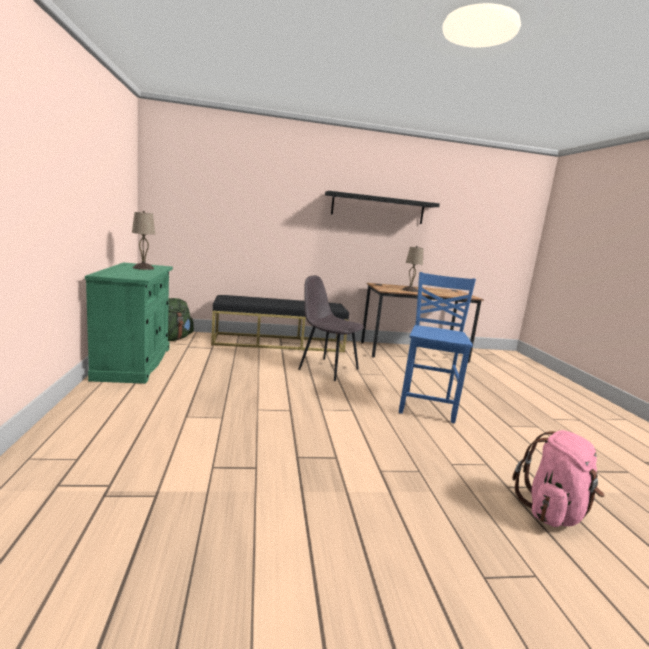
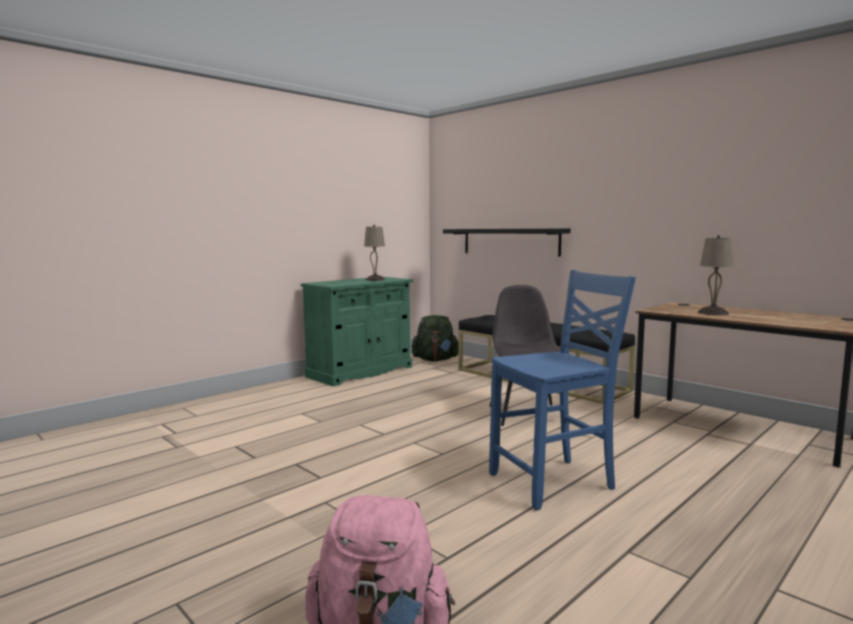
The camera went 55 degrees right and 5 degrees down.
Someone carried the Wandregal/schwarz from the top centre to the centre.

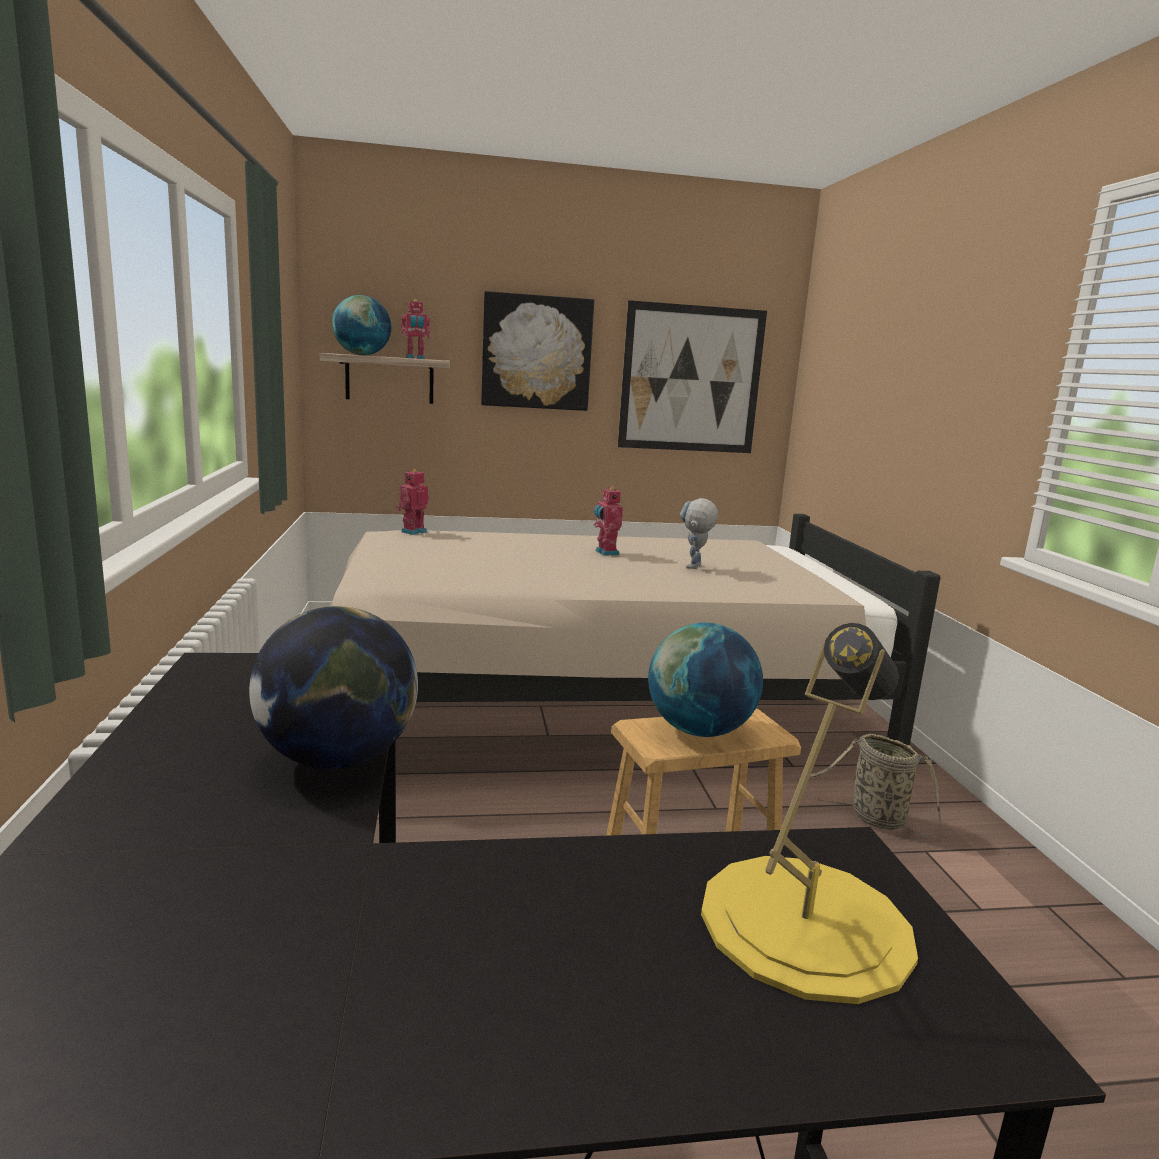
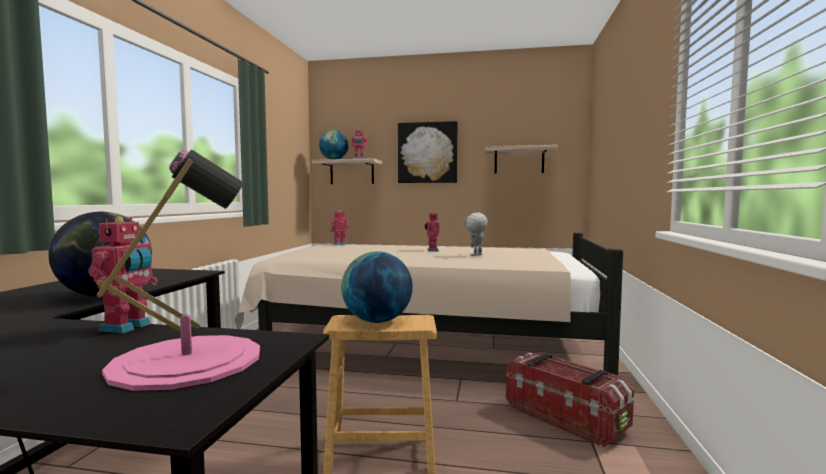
The camera went 20 degrees right and 10 degrees down.
Someone put down the Spielzeugroboter (1st from left) at the middle left.
Someone swapped the Bild (2nd from left) at the top centre for the Wandregal (2nd from left) at the centre.
Someone swapped the Korb at the bottom right for the Aufbewahrungsbox at the bottom right.
Someone repainted the Tischlampe/gelb at the bottom right, which became the Tischlampe/rosa at the middle left.

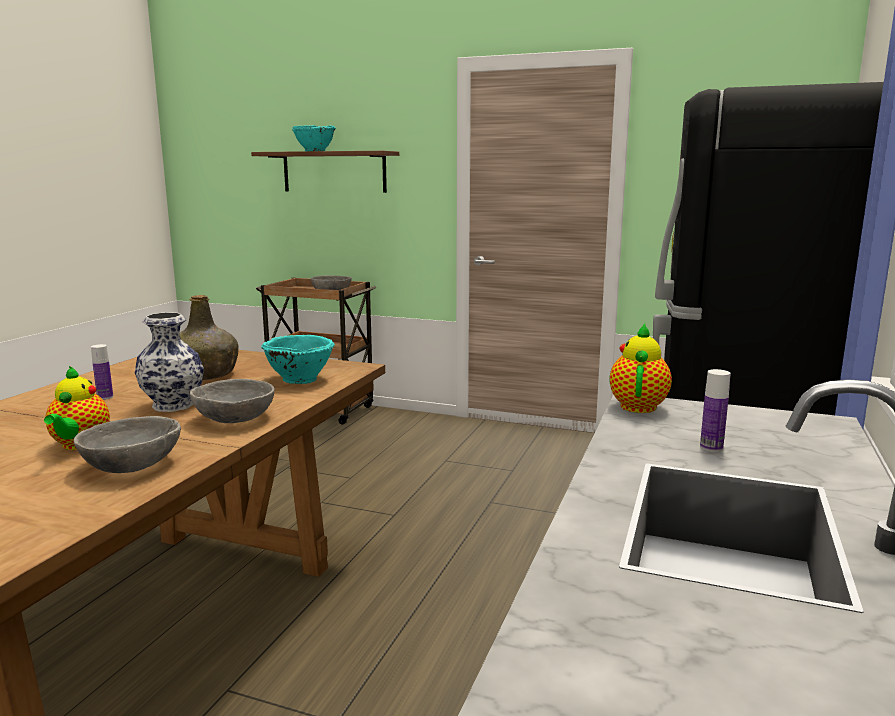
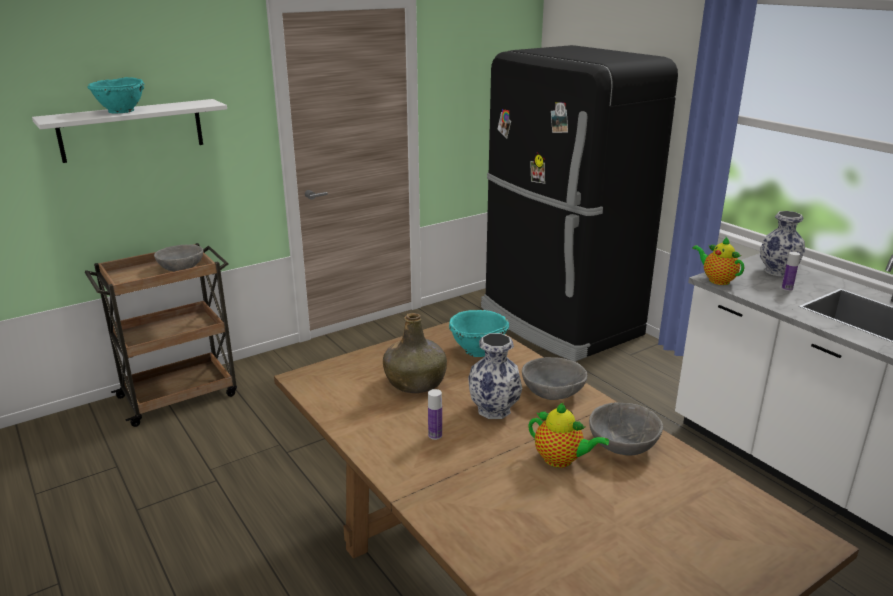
The camera went 55 degrees left and 10 degrees up.
Someone put down the Vase (2nd from left) at the middle right.
Someone repainted the Wandregal/braun at the top centre, which became the Wandregal/weiß at the top left.

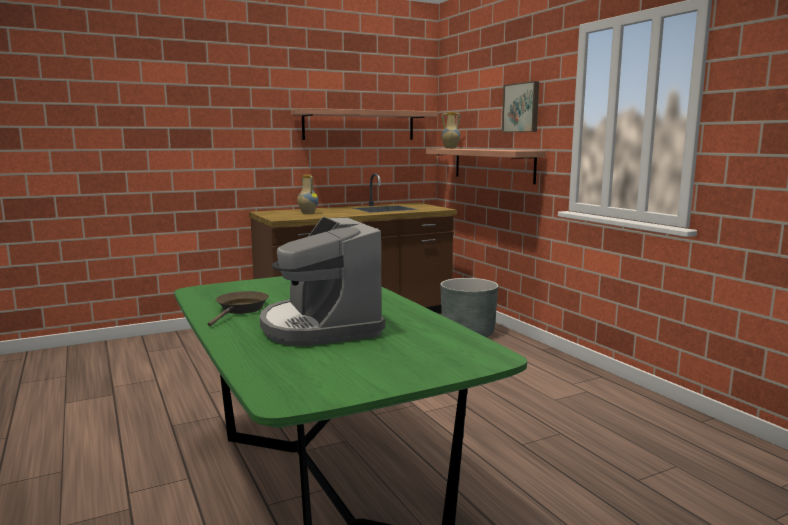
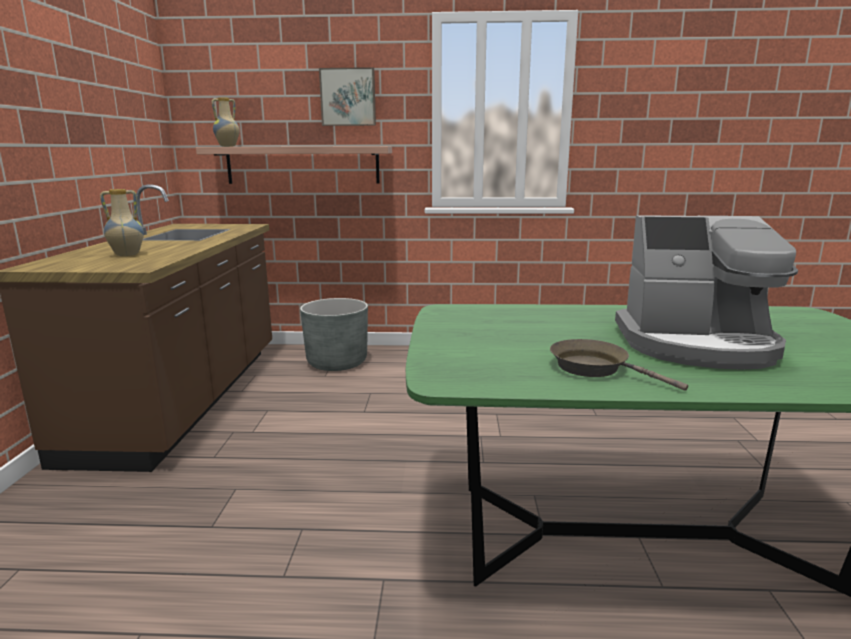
The camera went 60 degrees left and 5 degrees up.
Someone took away the Wandregal (1st from left) at the top centre.

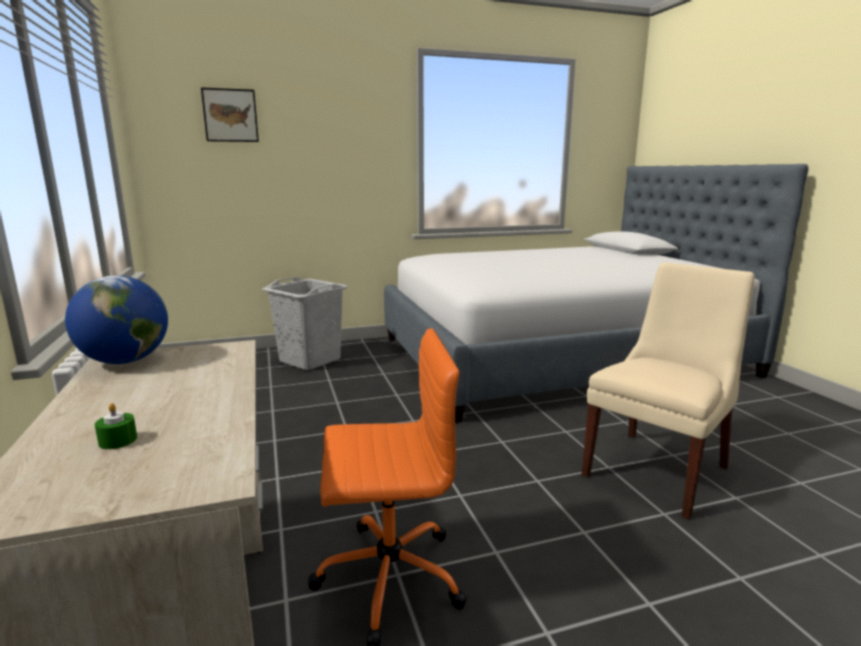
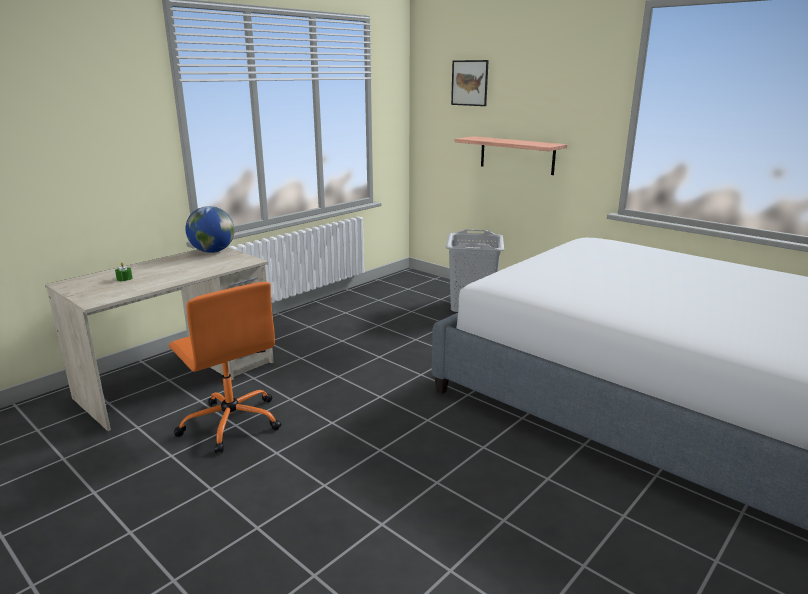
The camera went 60 degrees right and 5 degrees up.
Someone took away the Stuhl/beige at the middle right.
Someone put up the Wandregal at the top centre.

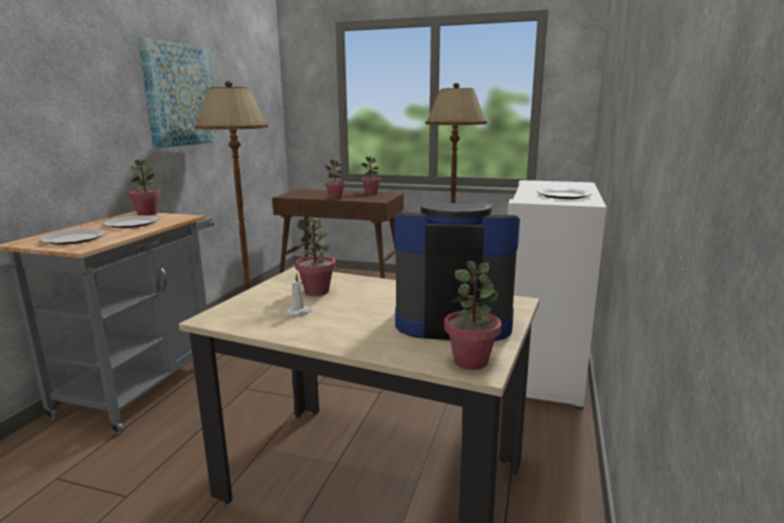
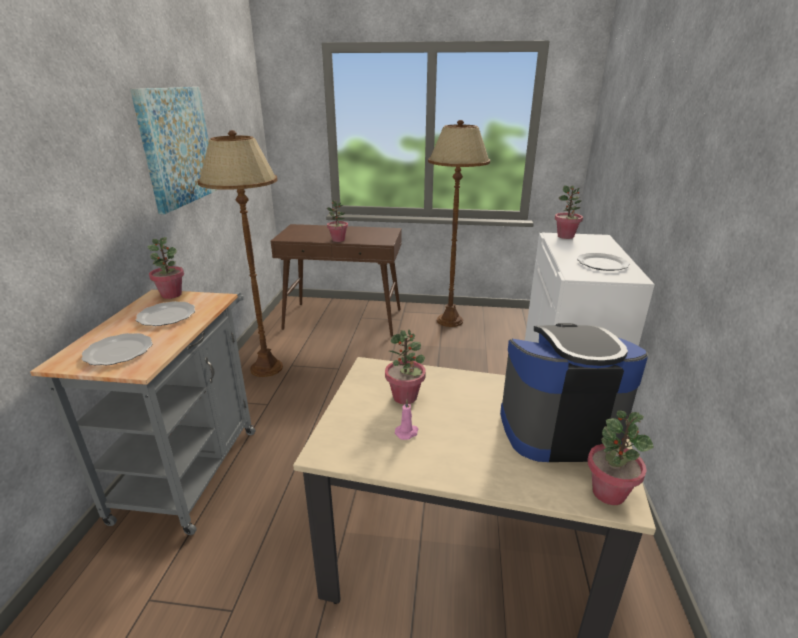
The camera went 10 degrees left and 10 degrees up.
Someone carried the Topfpflanze (4th from left) from the centre to the top right.
Someone repainted the Kerze/weiß at the centre, which became the Kerze/rosa at the centre.

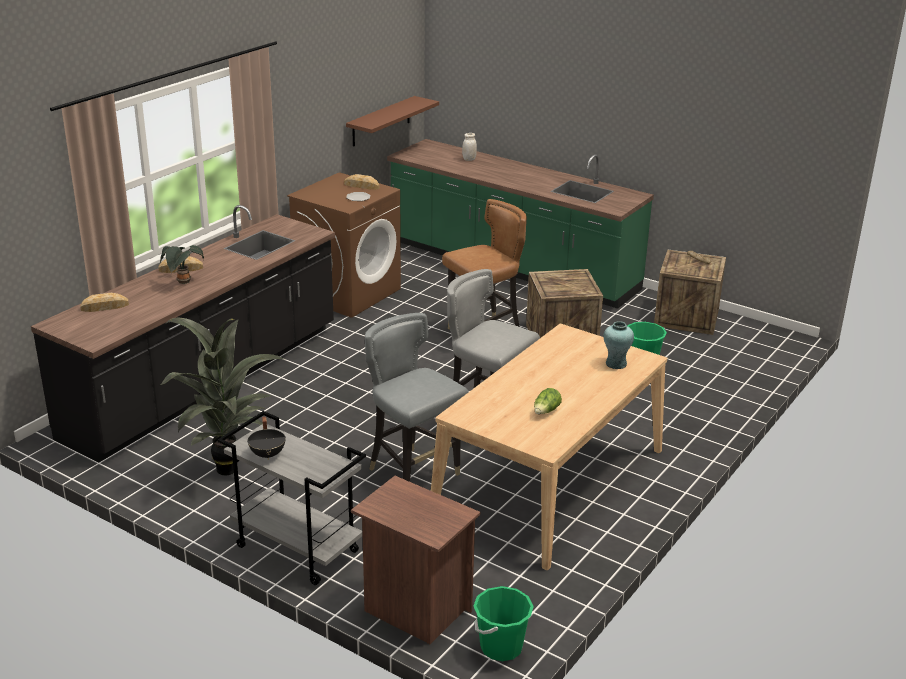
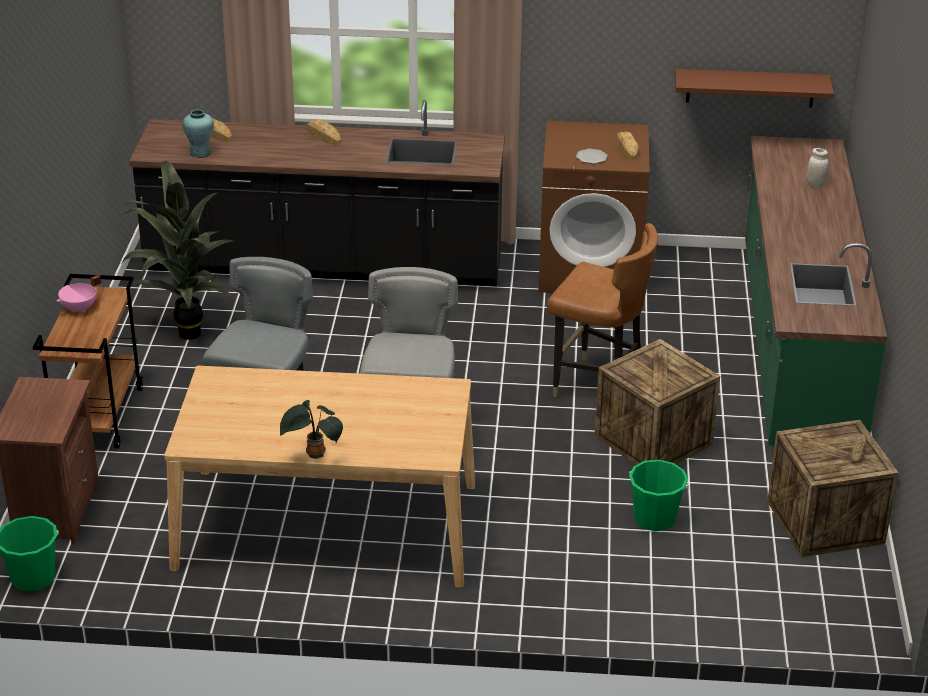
The camera went 60 degrees right and 5 degrees up.
Someone took away the Salatkopf at the centre.
Someone carried the Topfpflanze (1st from left in the first image) from the middle left to the centre.
Someone carried the Vase/türkis from the middle right to the top left.
Someone repainted the Rollwagen/grau at the bottom left, which became the Rollwagen/braun at the middle left.
Someone repainted the Kochtopf/schwarz at the middle left, which became the Kochtopf/rosa at the middle left.

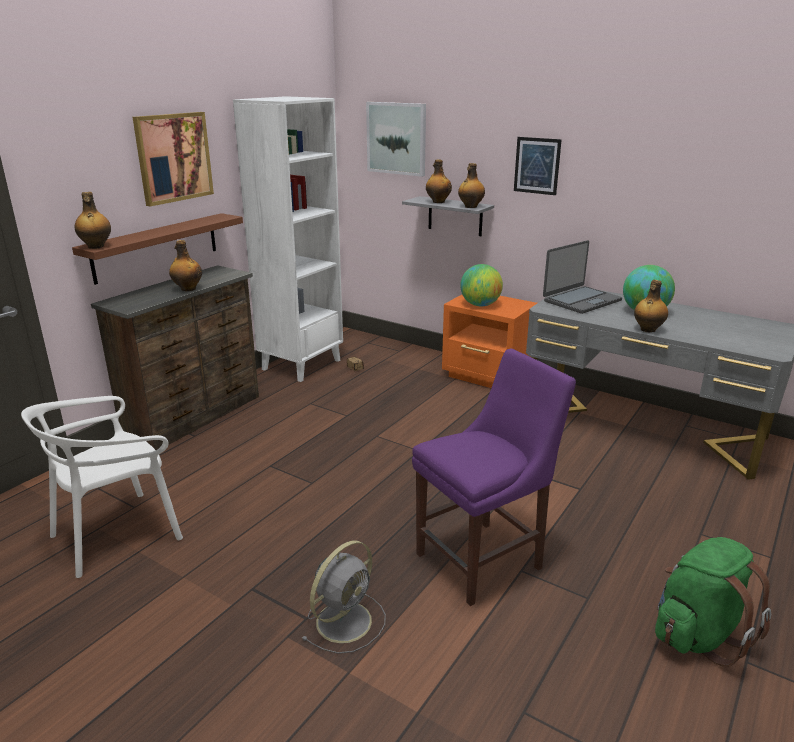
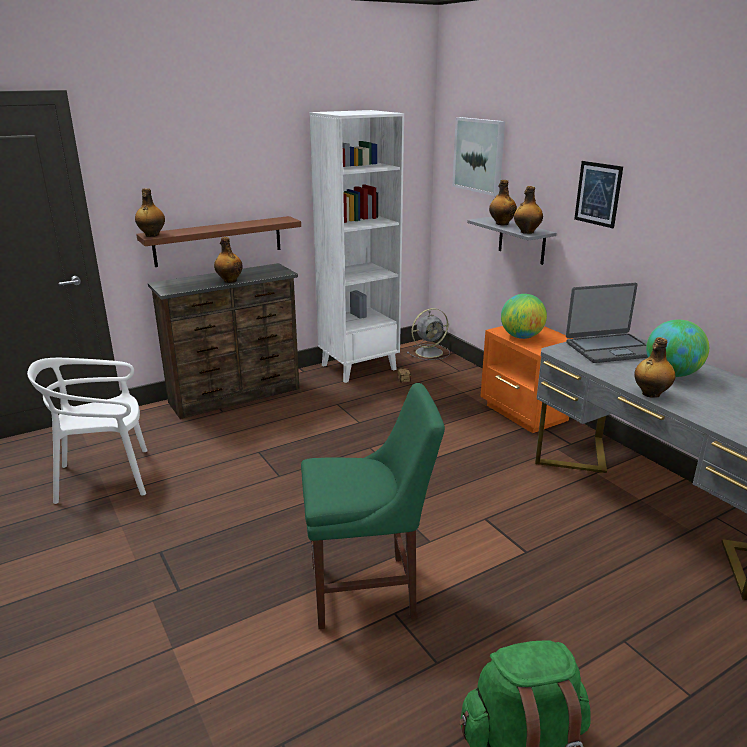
The camera went 25 degrees right and 0 degrees up.
Someone took away the Bild (1st from left) at the top left.
Someone carried the Ventilator/grau from the bottom centre to the centre.
Someone repainted the Stuhl/lila at the centre, which became the Stuhl/grün at the bottom centre.

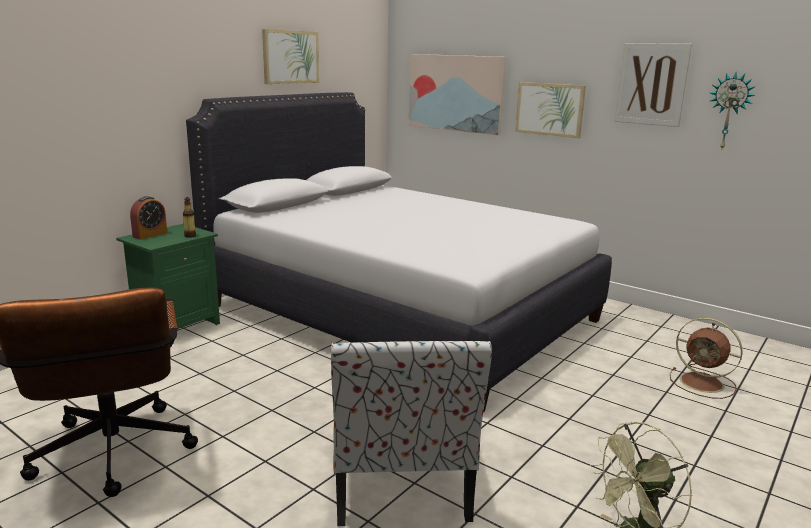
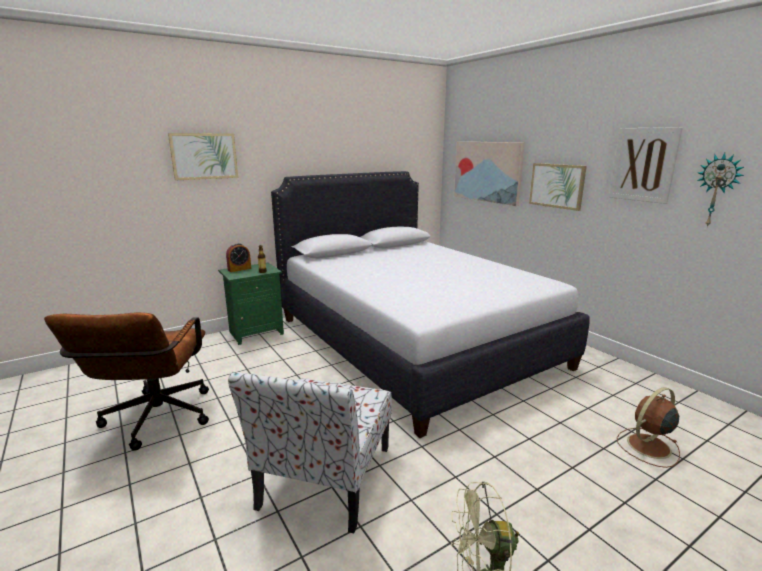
The camera went 20 degrees right and 0 degrees up.
Someone carried the Bild (1st from left) from the top centre to the top left.
Someone rotated the Ventilator/braun at the bottom right by 90 degrees clockwise.

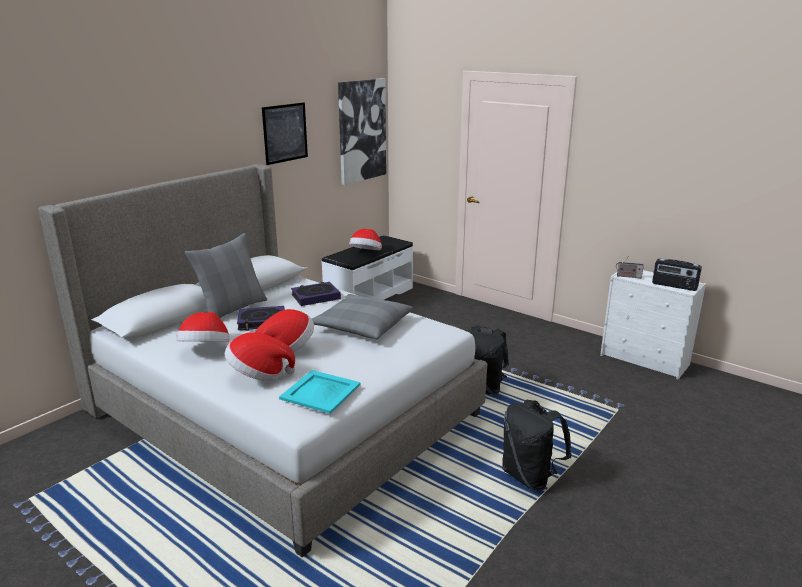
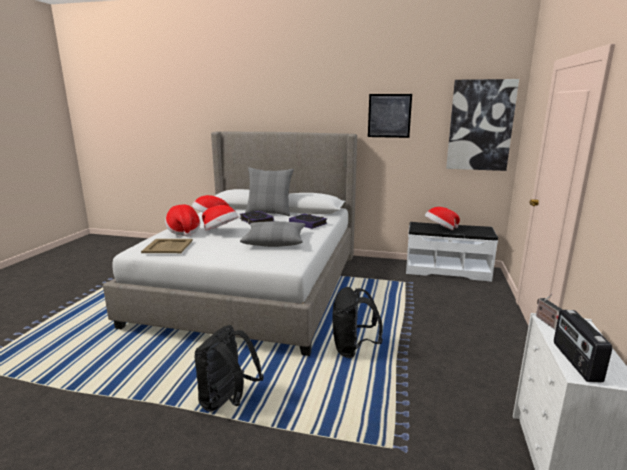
The camera went 65 degrees right and 5 degrees down.
Someone repainted the Tablett/türkis at the bottom centre, which became the Tablett/beige at the middle left.

